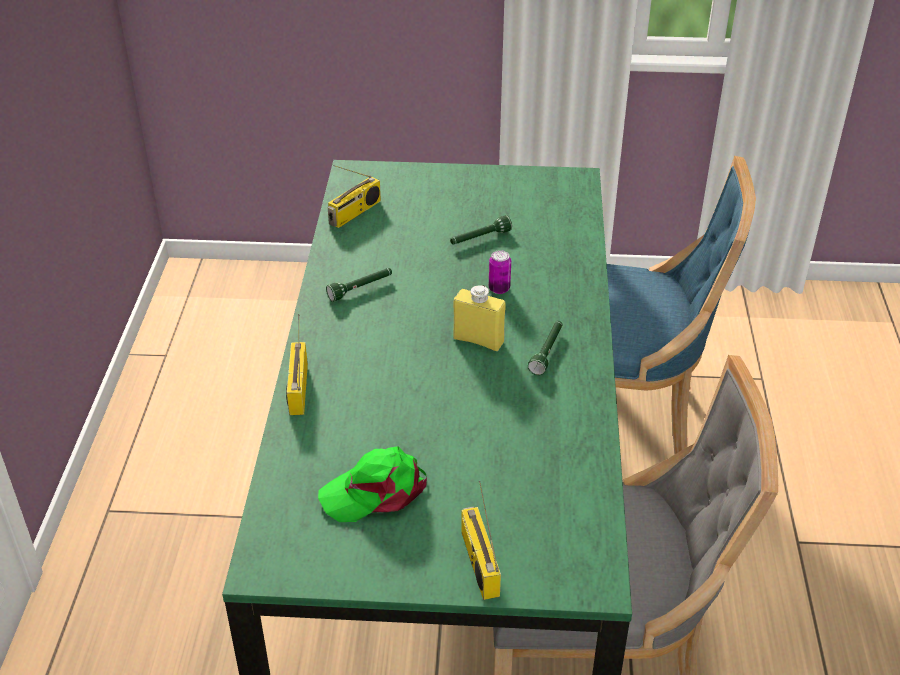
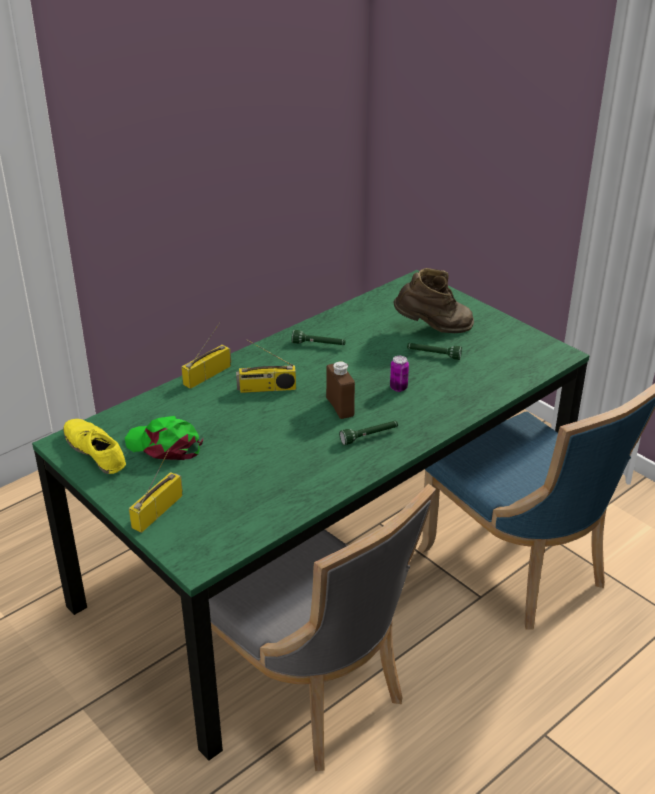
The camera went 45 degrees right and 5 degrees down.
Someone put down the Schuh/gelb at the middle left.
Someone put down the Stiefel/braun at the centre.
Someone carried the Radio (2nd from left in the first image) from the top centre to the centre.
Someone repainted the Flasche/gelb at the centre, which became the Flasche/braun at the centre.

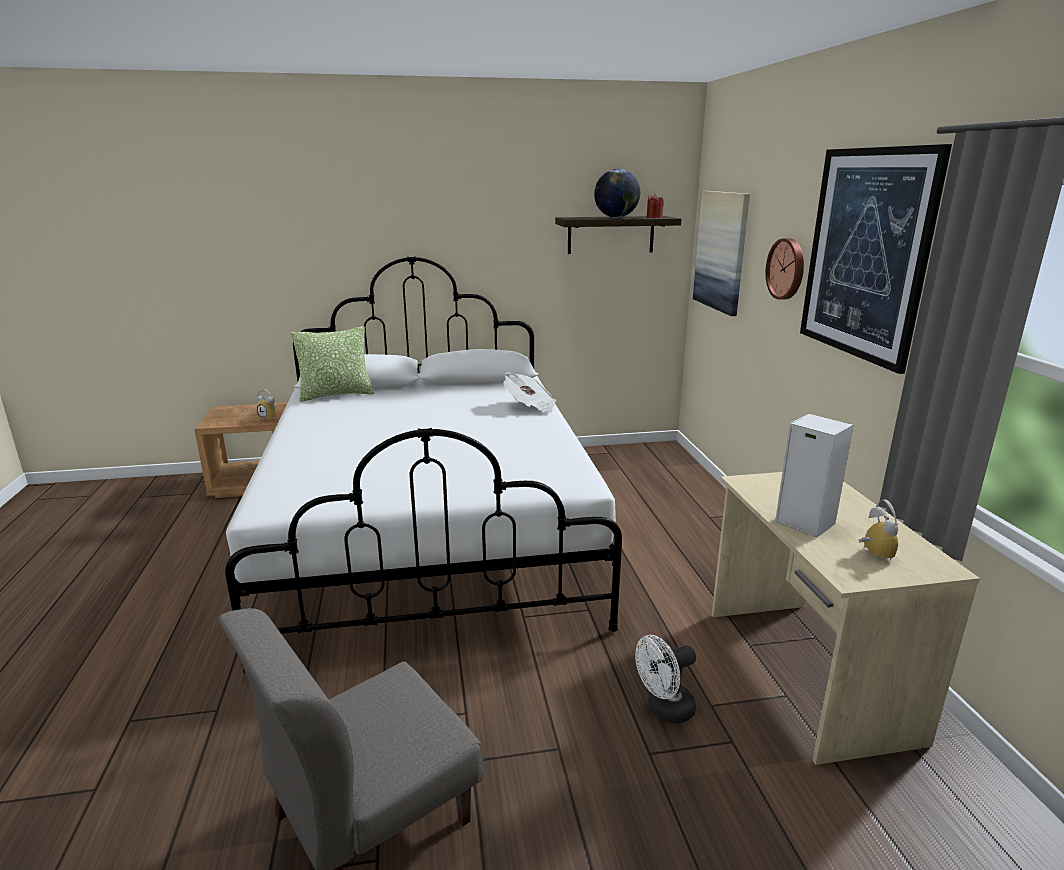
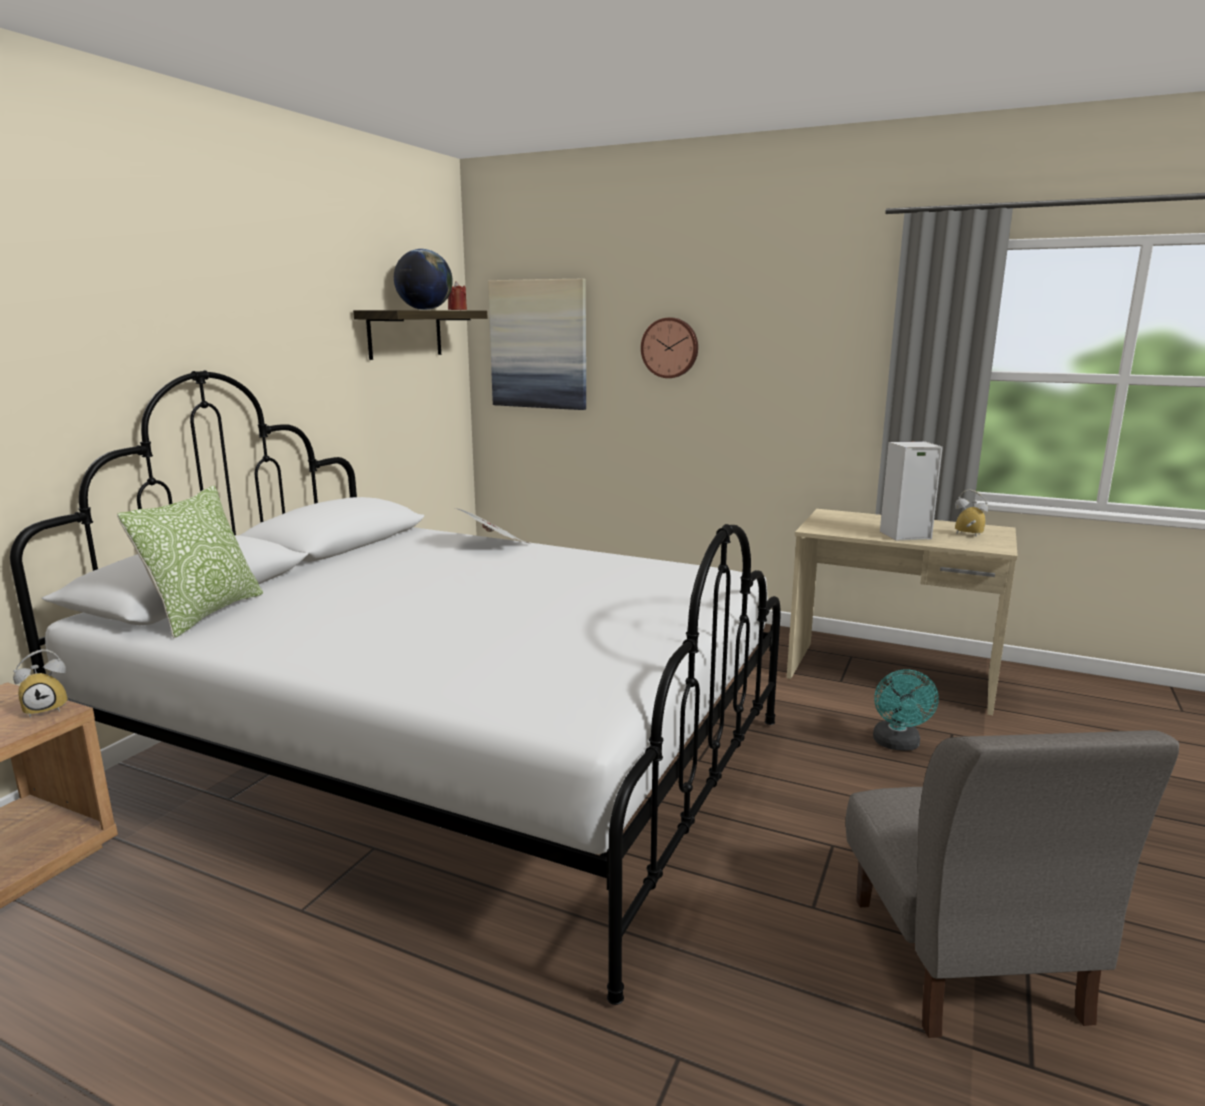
The camera went 55 degrees left and 5 degrees down.
Someone took away the Bild (2nd from left) at the top right.
Someone repainted the Ventilator/weiß at the bottom centre, which became the Ventilator/türkis at the middle right.

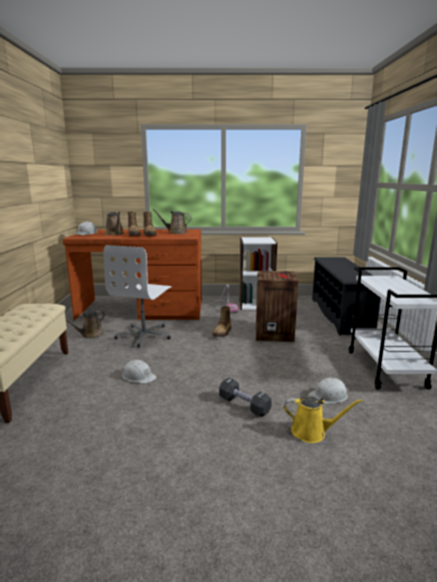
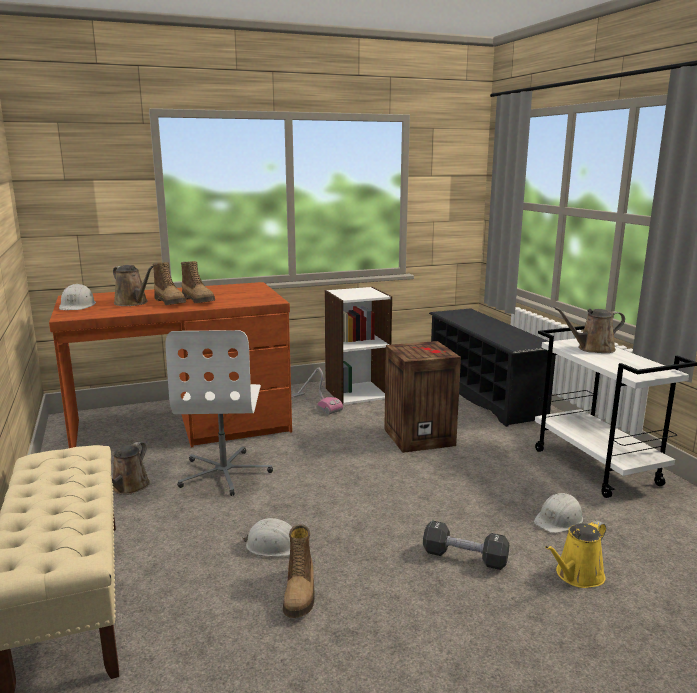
The camera went 20 degrees left and 0 degrees up.
Someone carried the Gießkanne/braun (3rd from left) from the centre to the middle right.
Someone carried the Stiefel (3rd from left) from the centre to the bottom centre.
Someone rotated the Gießkanne/gelb at the bottom right by 150 degrees clockwise.

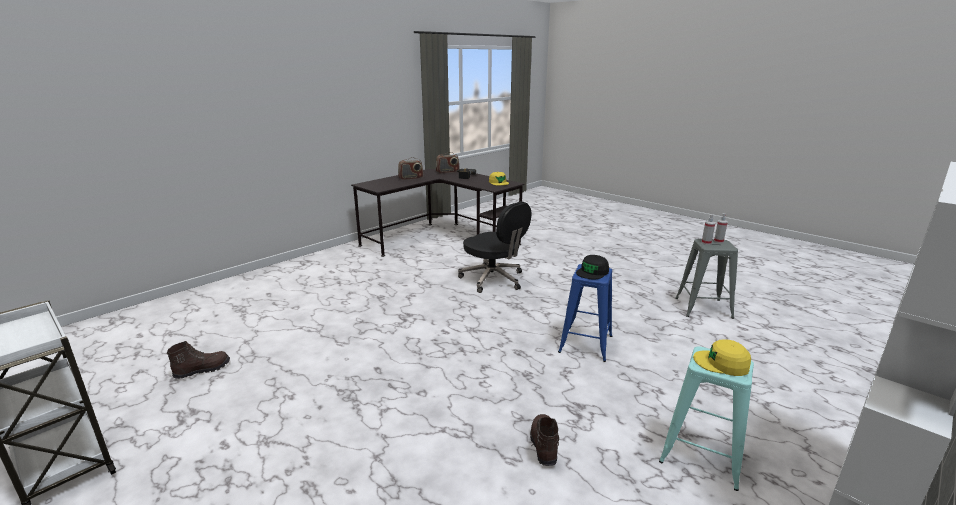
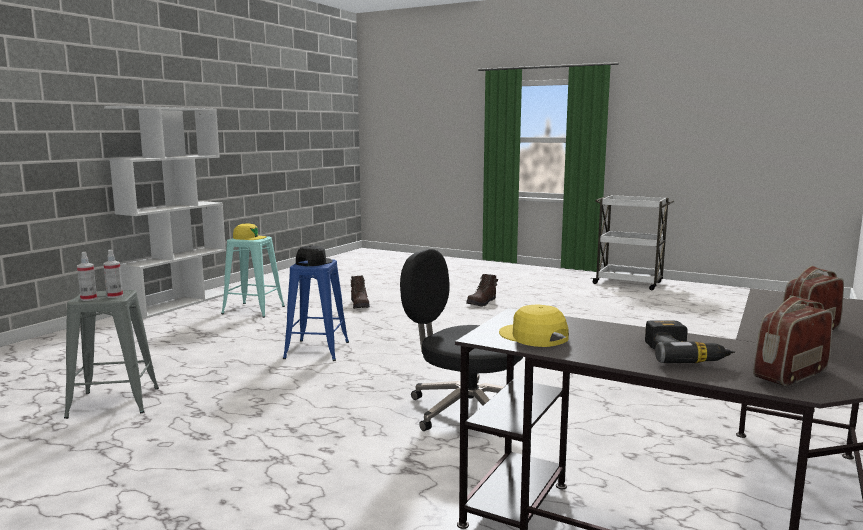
The camera went 165 degrees right and 10 degrees down.
Someone carried the Stiefel/braun (1st from left in the first image) from the bottom left to the centre.

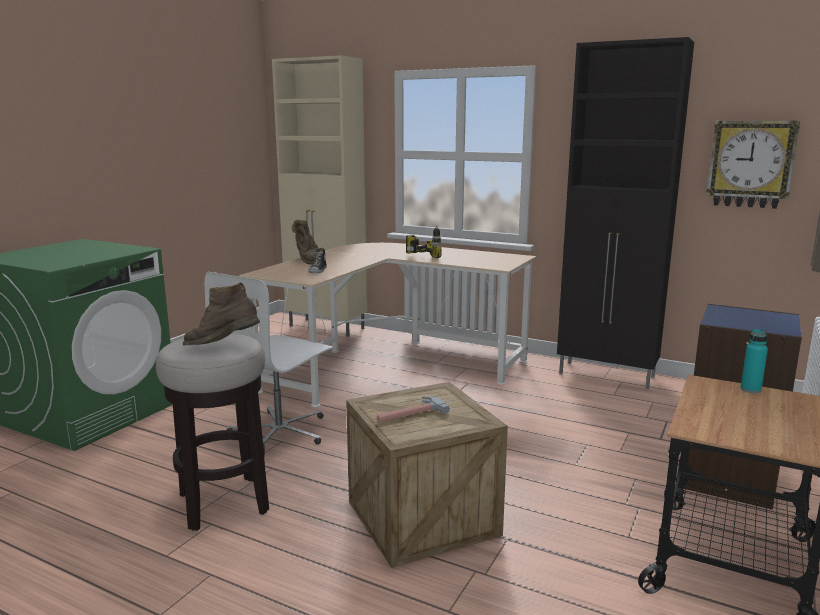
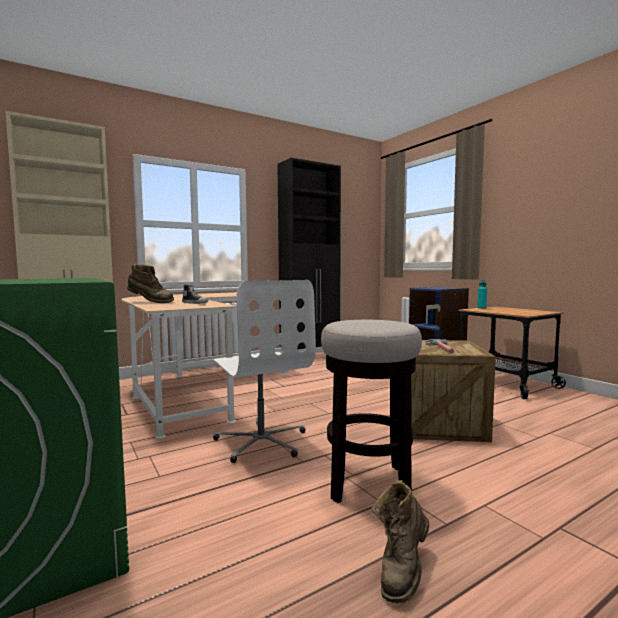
The camera went 60 degrees left and 10 degrees down.
Someone took away the Bohrmaschine at the centre.
Someone took away the Wanduhr at the top right.
Someone carried the Stiefel/braun (1st from left in the first image) from the middle left to the bottom centre.

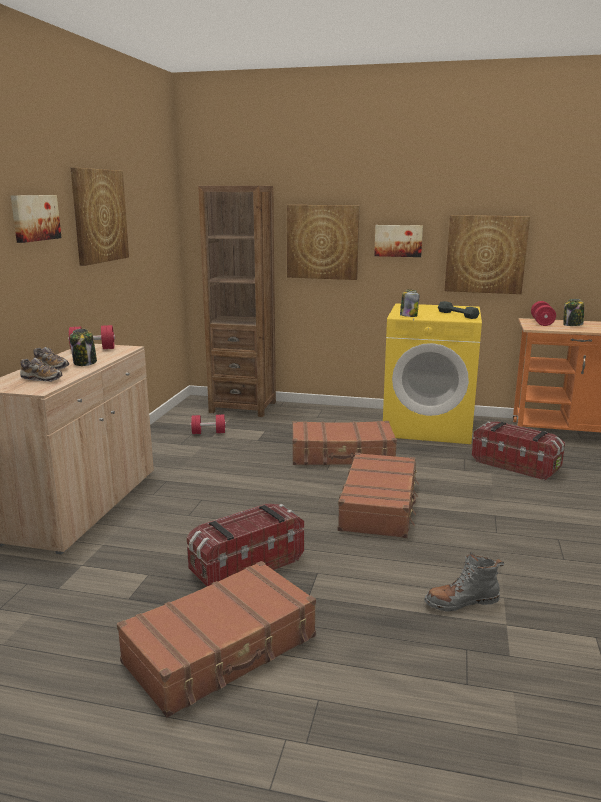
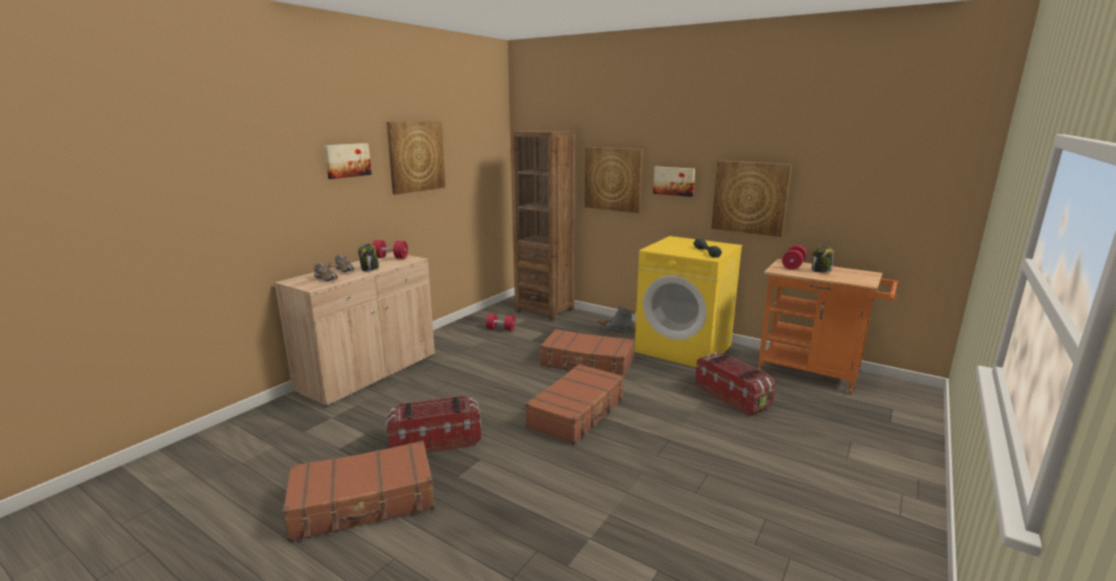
The camera went 20 degrees right and 0 degrees up.
Someone took away the Vorratsglas (2nd from left) at the middle right.
Someone carried the Stiefel/grau from the bottom right to the centre.

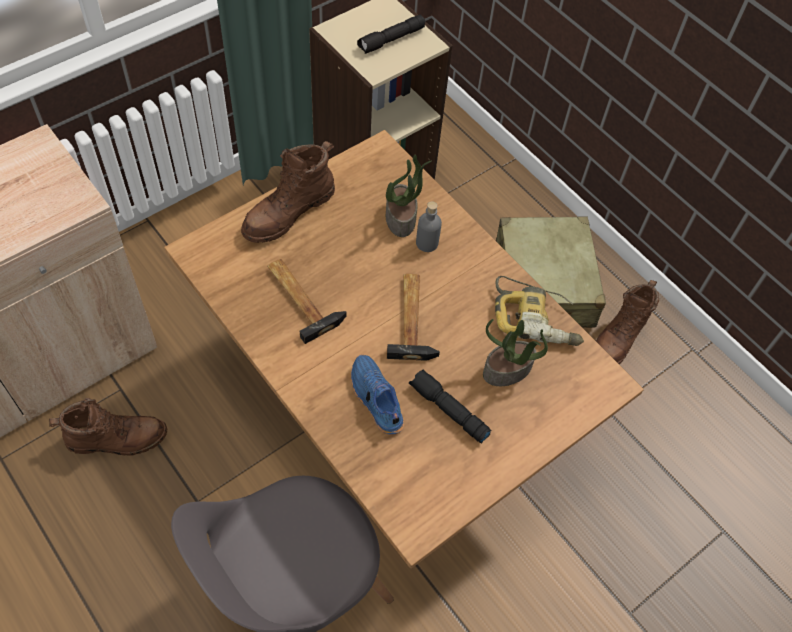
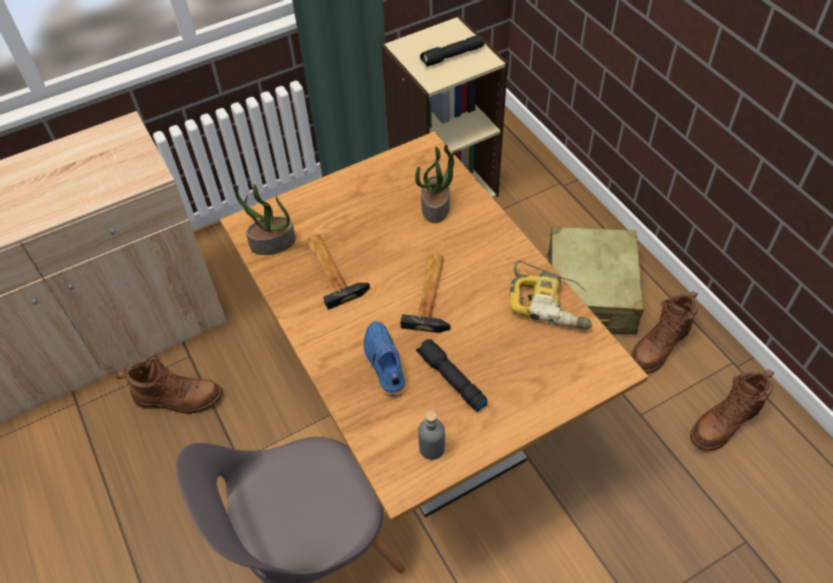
The camera went 15 degrees right and 5 degrees down.
Someone carried the Stiefel/braun (2nd from left in the first image) from the top centre to the bottom right.
Someone carried the Flasche/grau from the centre to the bottom centre.
Someone carried the Topfpflanze (2nd from left in the first image) from the centre to the middle left.

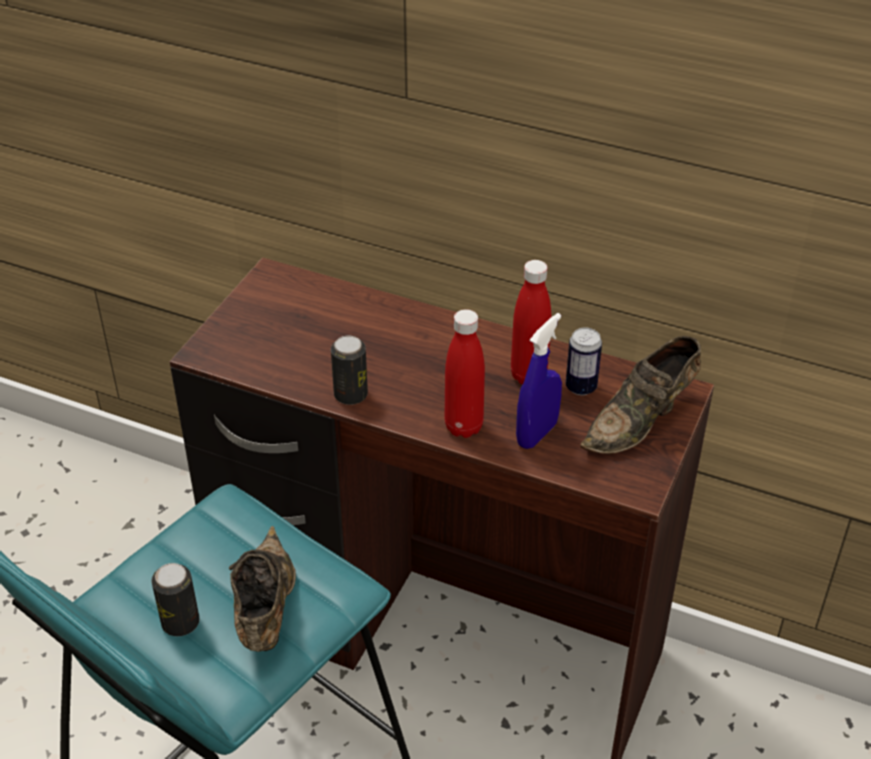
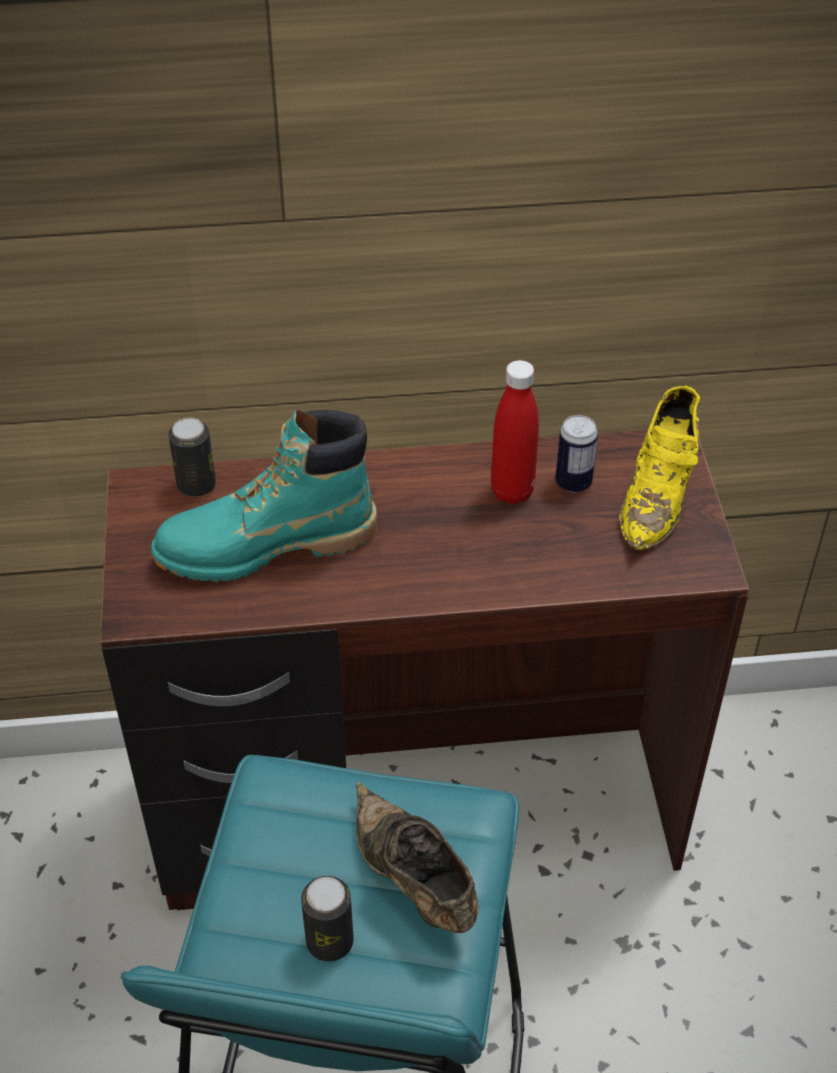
The camera went 30 degrees left and 5 degrees up.
Someone took away the Flasche/rot (1st from left) at the centre.
Someone took away the Sprühflasche/blau at the centre.
Someone put down the Stiefel/türkis at the middle left.
Someone carried the Dose (2nd from left in the first image) from the centre to the middle left.
Someone repainted the Schuh/braun (2nd from left) at the middle right, which became the Schuh/gelb at the middle right.

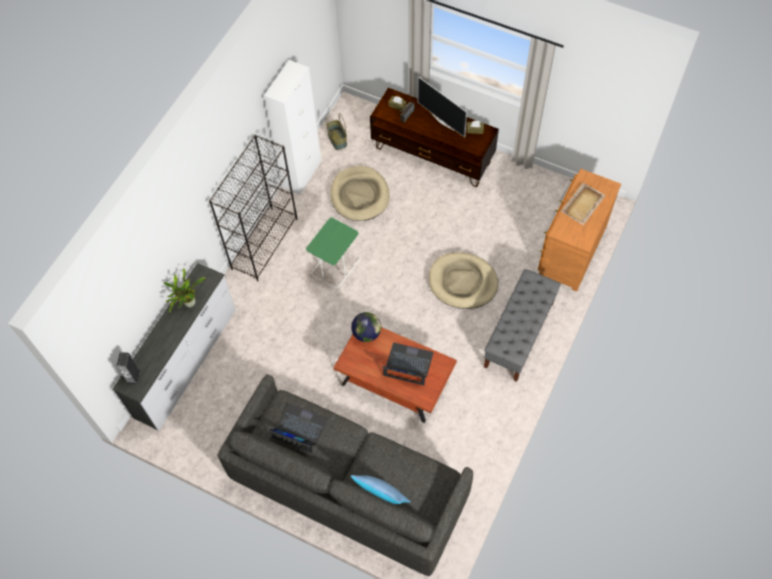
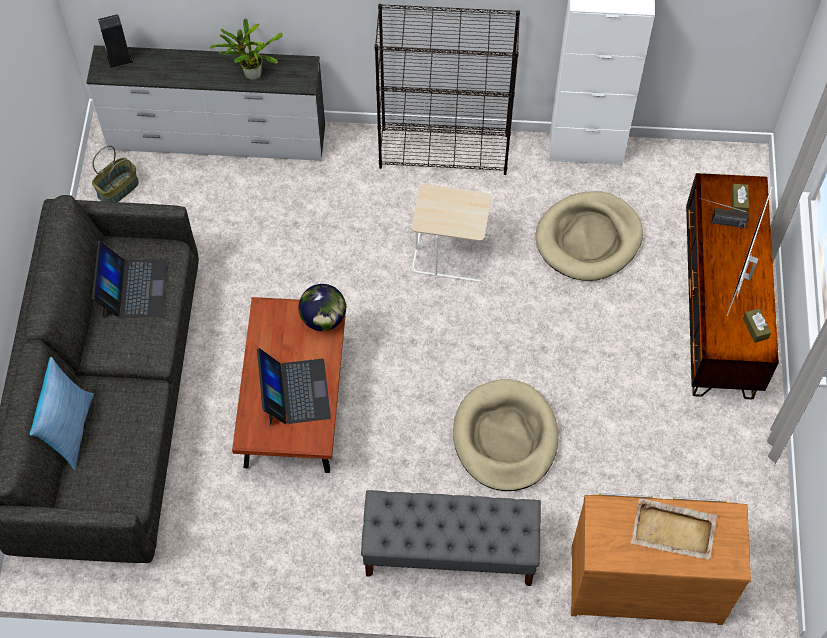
The camera went 65 degrees right and 0 degrees up.
Someone carried the Korb from the top centre to the top left.
Someone repainted the Beistelltisch/grün at the centre, which became the Beistelltisch/beige at the centre.

